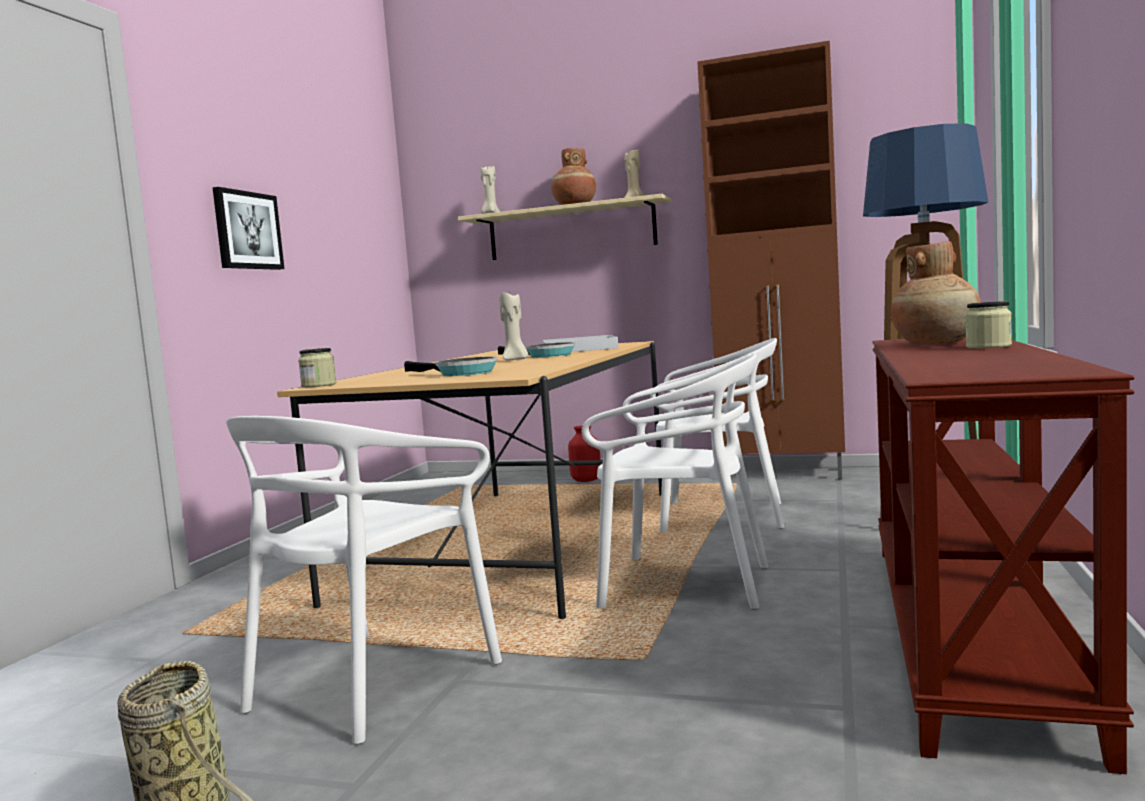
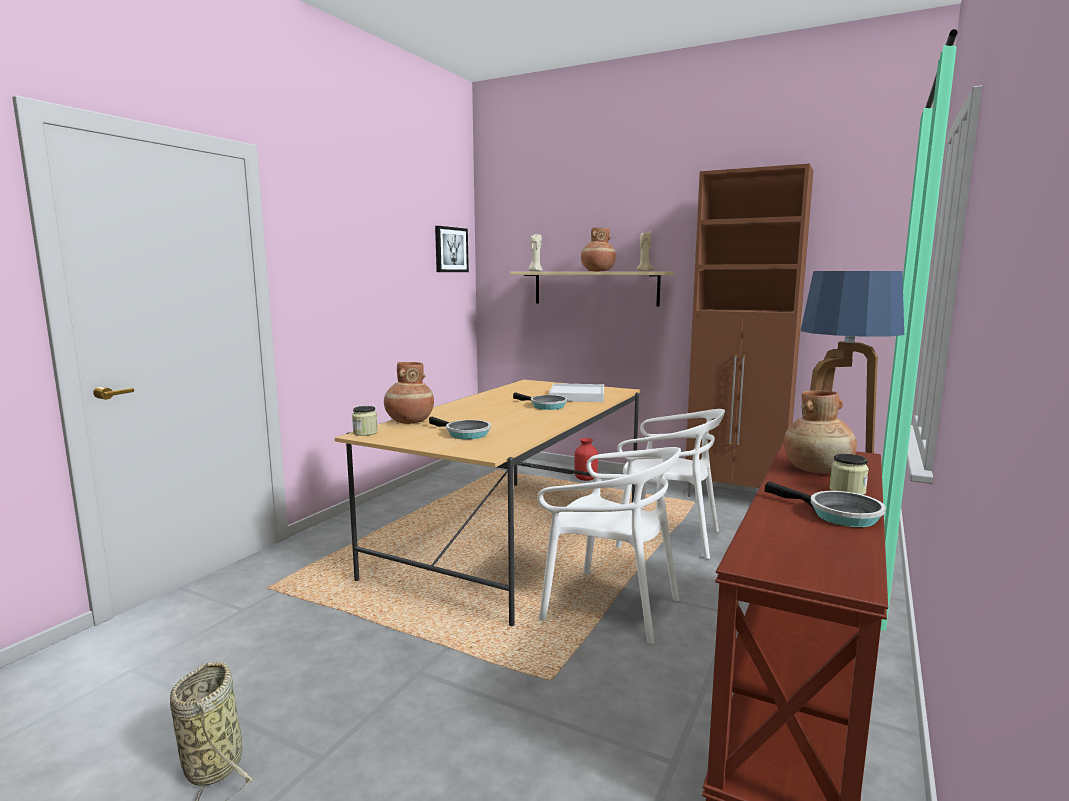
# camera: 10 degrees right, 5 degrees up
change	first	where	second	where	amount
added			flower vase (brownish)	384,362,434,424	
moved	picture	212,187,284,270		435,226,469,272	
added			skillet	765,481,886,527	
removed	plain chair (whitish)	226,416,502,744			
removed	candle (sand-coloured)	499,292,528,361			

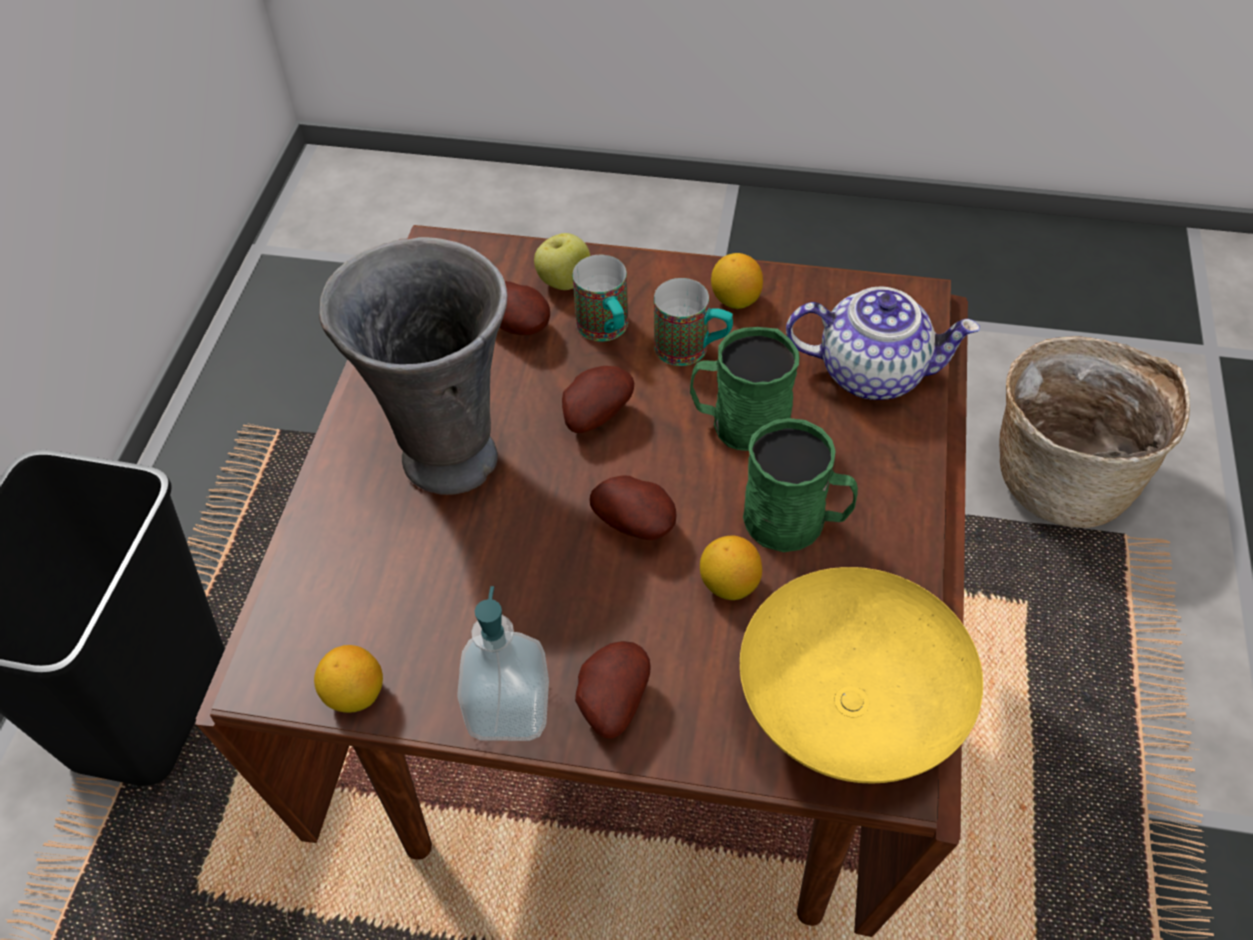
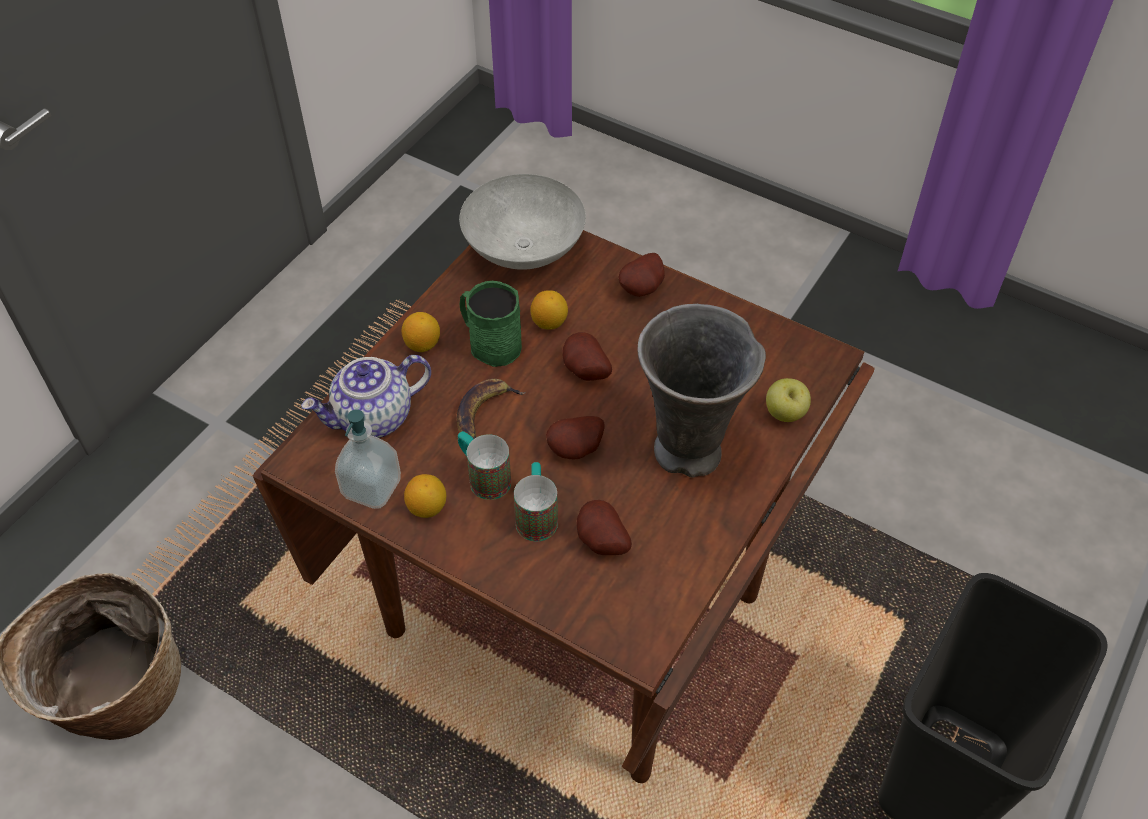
# camera: 160 degrees left, 0 degrees up
change	first	where	second	where	amount
turned	pot for tea	786,287,980,400		301,355,431,438	60 degrees counterclockwise
moved	liquid soap bottle	457,586,549,741		335,409,401,509	
moved	whole lemon	314,645,383,713		401,312,440,352	
replaced	tea mug (greenish)	690,327,800,451	banana fruit	457,379,526,439	
recoloured	serving bowl (yellowish)	740,567,983,784	serving bowl (grey)	459,174,586,270	
moved	whole apple	534,233,590,290		766,378,811,422	

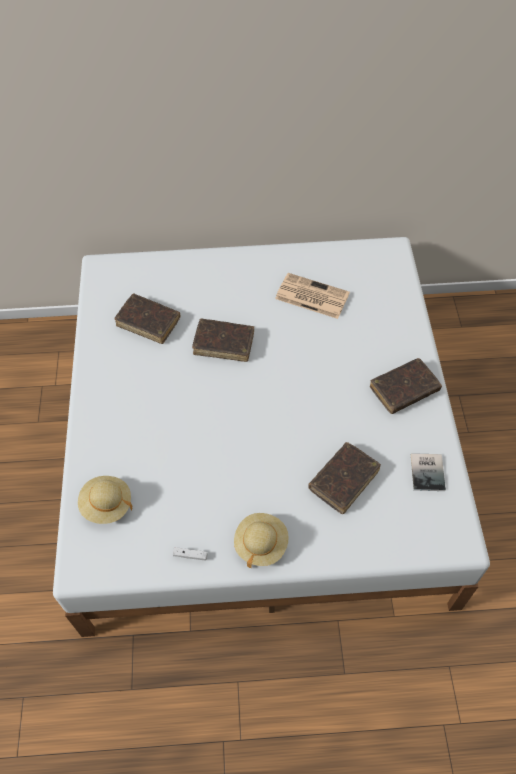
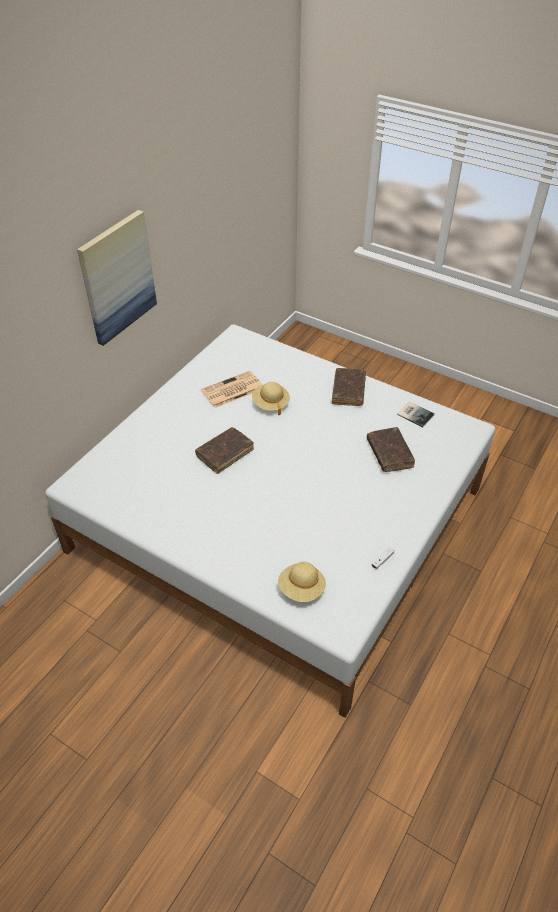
# camera: 55 degrees left, 10 degrees down
change	first	where	second	where	amount
added			picture	77,210,157,346	
moved	hat (sand-coloured)	234,513,289,568		252,382,290,415	
removed	book (brownish)	114,293,180,344			

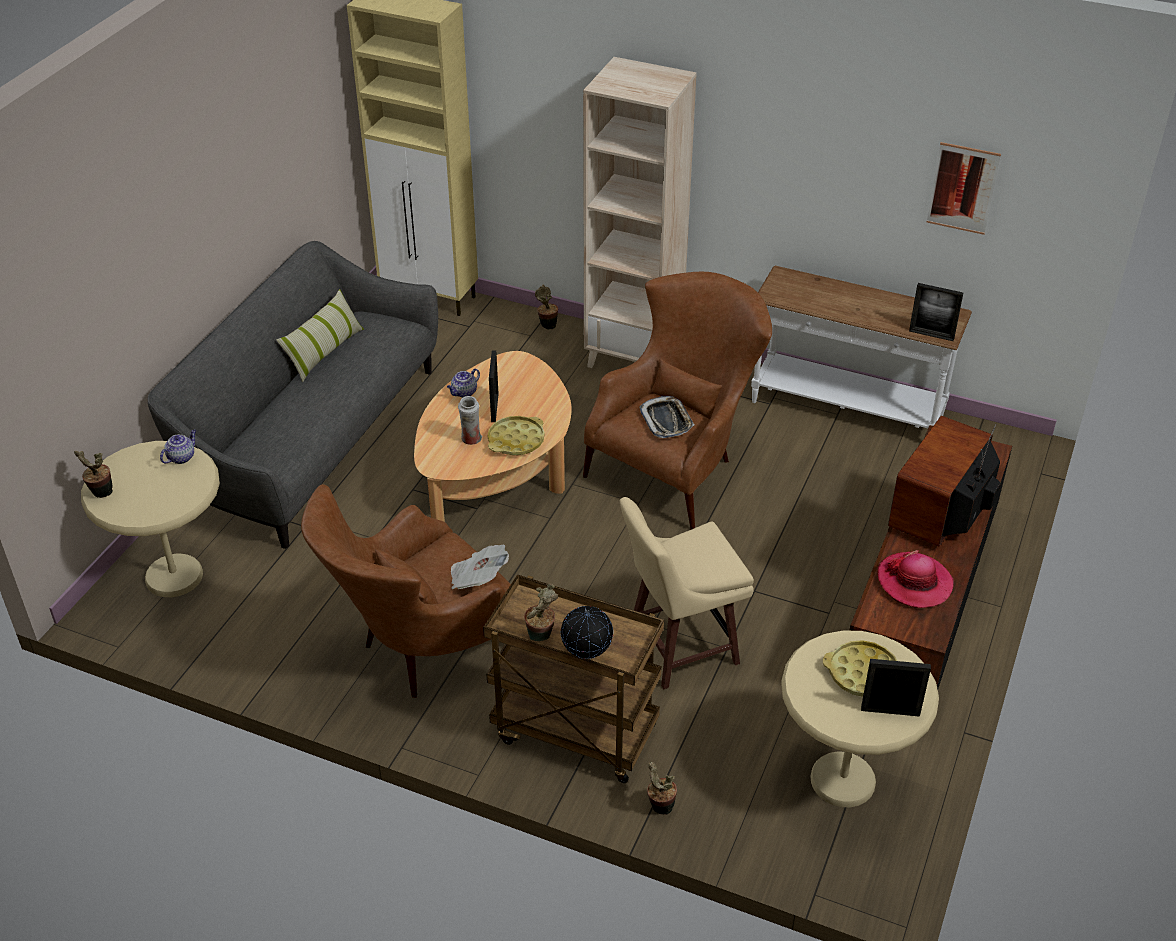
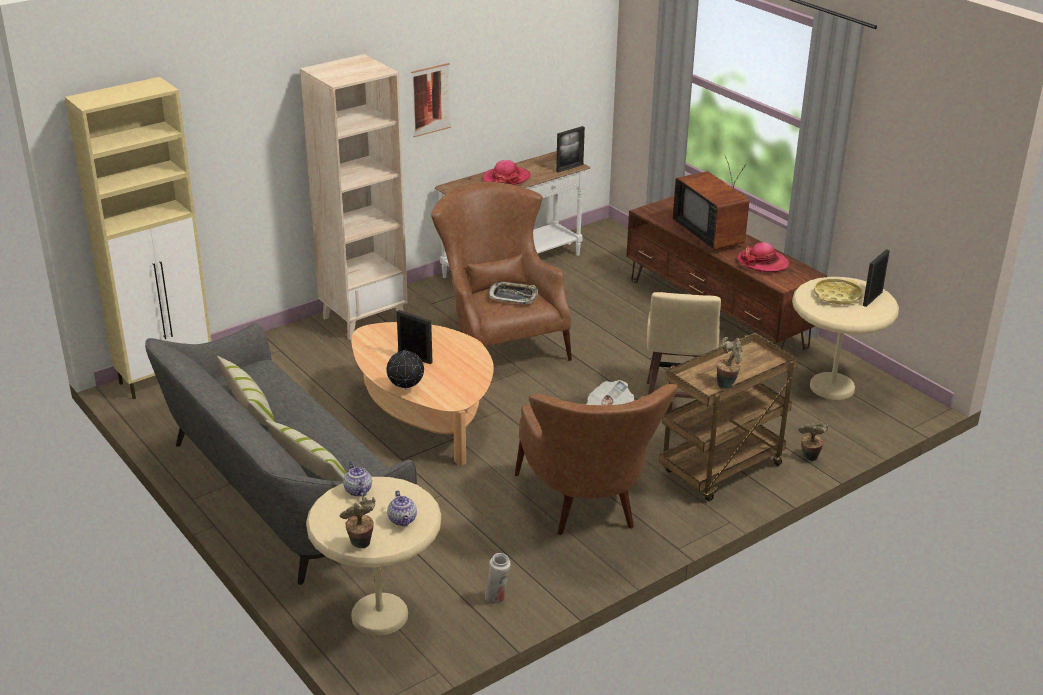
# camera: 60 degrees left, 10 degrees down
change	first	where	second	where	amount
added			pillow	265,420,346,481	
moved	desk globe	561,606,613,659		386,349,424,390	
moved	pot for tea	447,369,480,398		387,490,417,526	
moved	picture	927,142,1001,235		411,63,451,137	
added			hat	483,160,531,185	
moved	flower vase (whitish)	458,396,482,445		485,553,511,603	
removed	serving tray (yellowish)	488,416,544,455			
removed	potted plant	535,285,558,330			

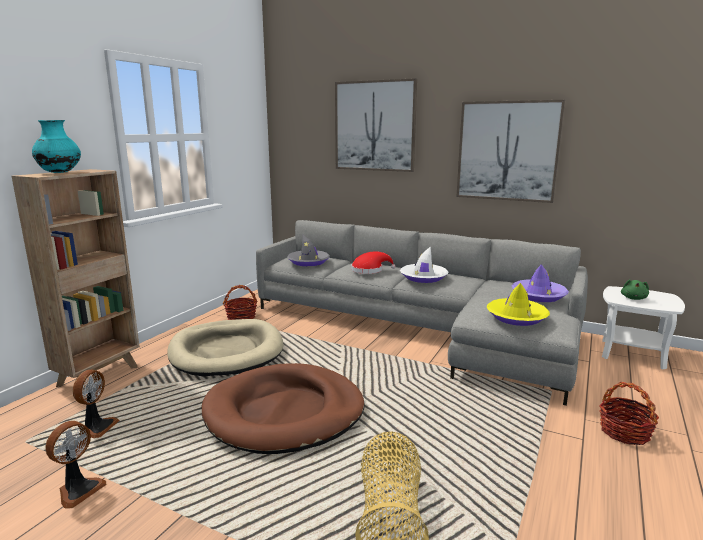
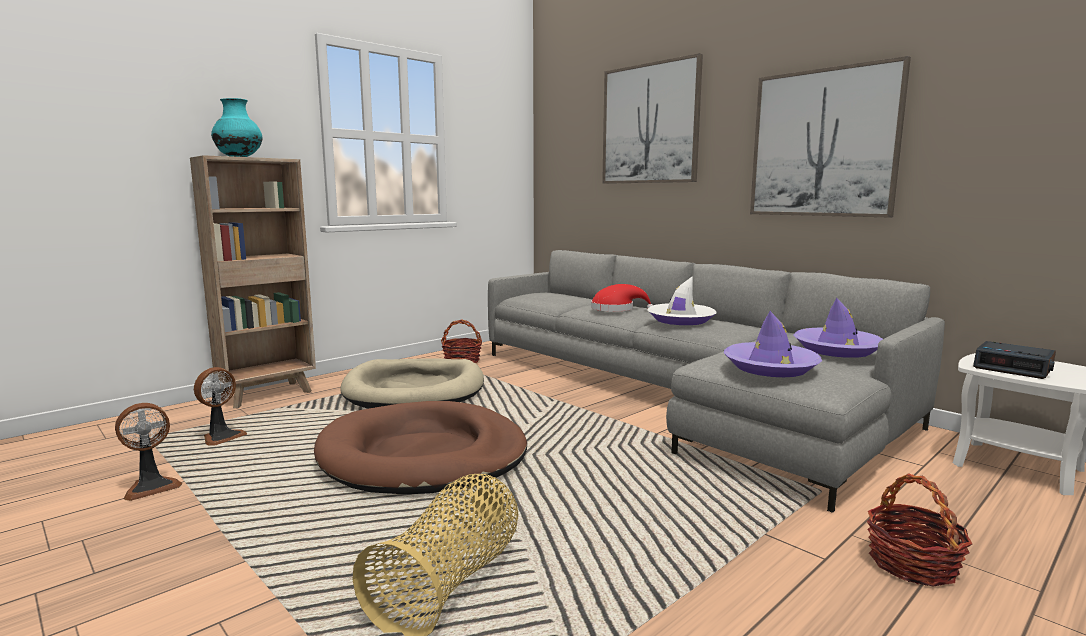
# camera: 20 degrees right, 5 degrees down
change	first	where	second	where	amount
recoloured	hat (yellowish)	486,283,550,326	hat (purple)	724,311,822,377	
replaced	soft toy (greenish)	621,279,649,300	alarm clock	973,341,1056,379	
removed	hat (grey)	287,235,330,266			

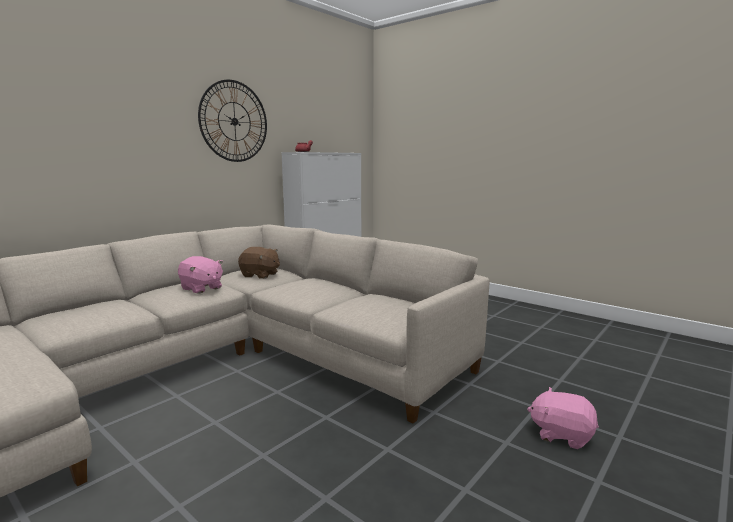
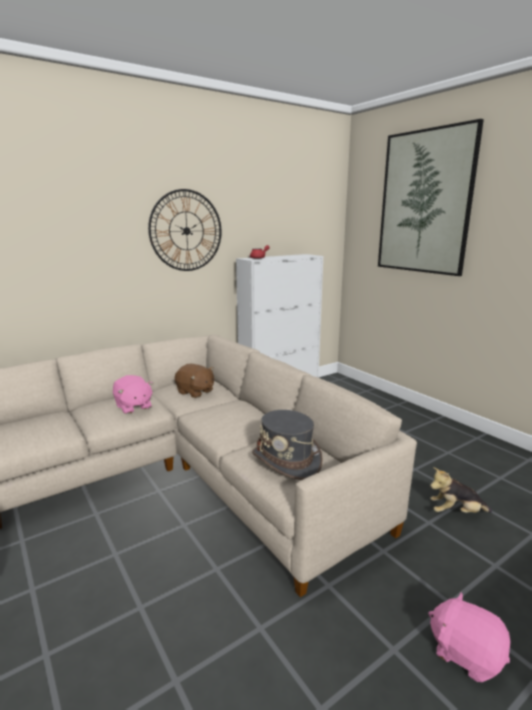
# camera: 15 degrees right, 5 degrees up
change	first	where	second	where	amount
added			hat (grey)	252,410,323,480	
added			picture	378,119,484,276	
added			soft toy	430,467,492,513	

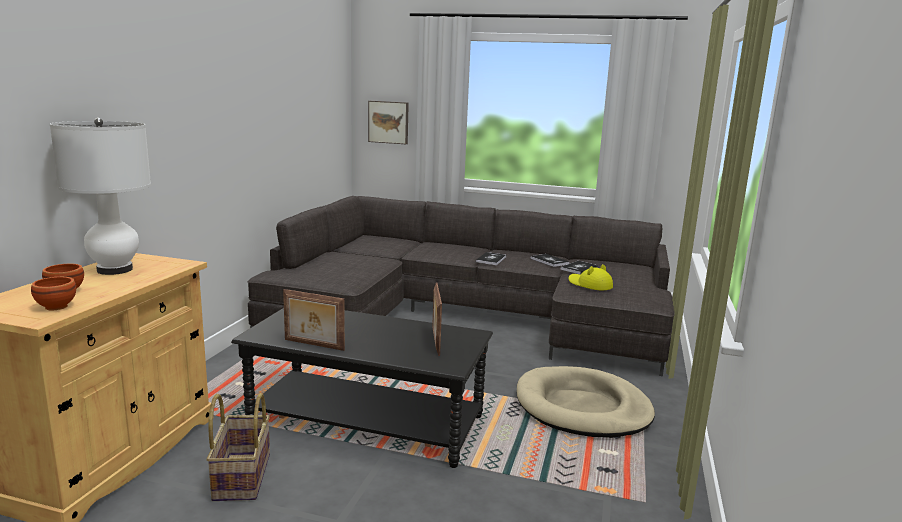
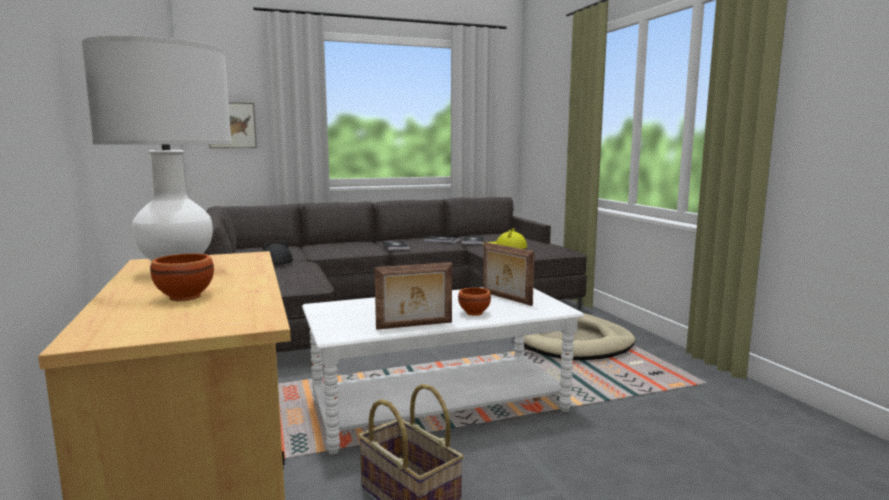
# camera: 35 degrees left, 5 degrees down
change	first	where	second	where	amount
added			hat (black-coloured)	262,240,293,265	
recoloured	low table (black-coloured)	231,308,493,468	low table (whitish)	302,287,584,455	
moved	serving bowl (brownish)	31,277,76,310		458,288,491,316	

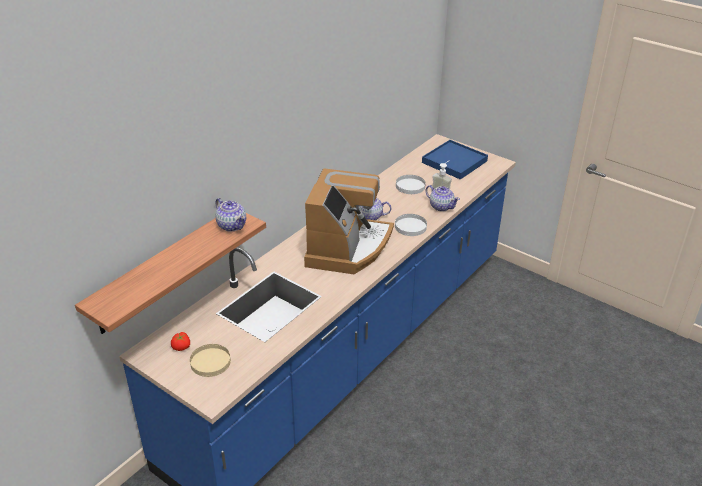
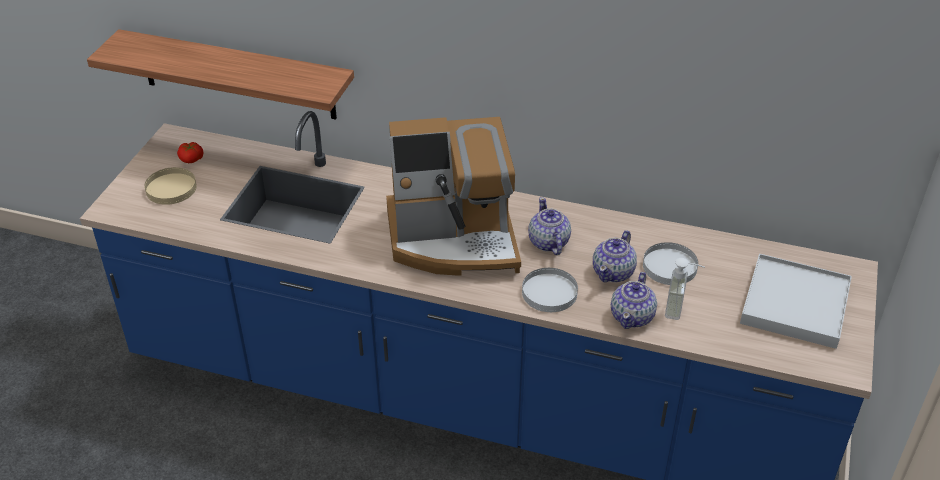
# camera: 70 degrees right, 5 degrees up
change	first	where	second	where	amount
moved	pot for tea	215,198,246,232		593,230,637,282	
recoloured	serving tray (bluish)	422,140,488,179	serving tray (whitish)	740,254,852,349	

